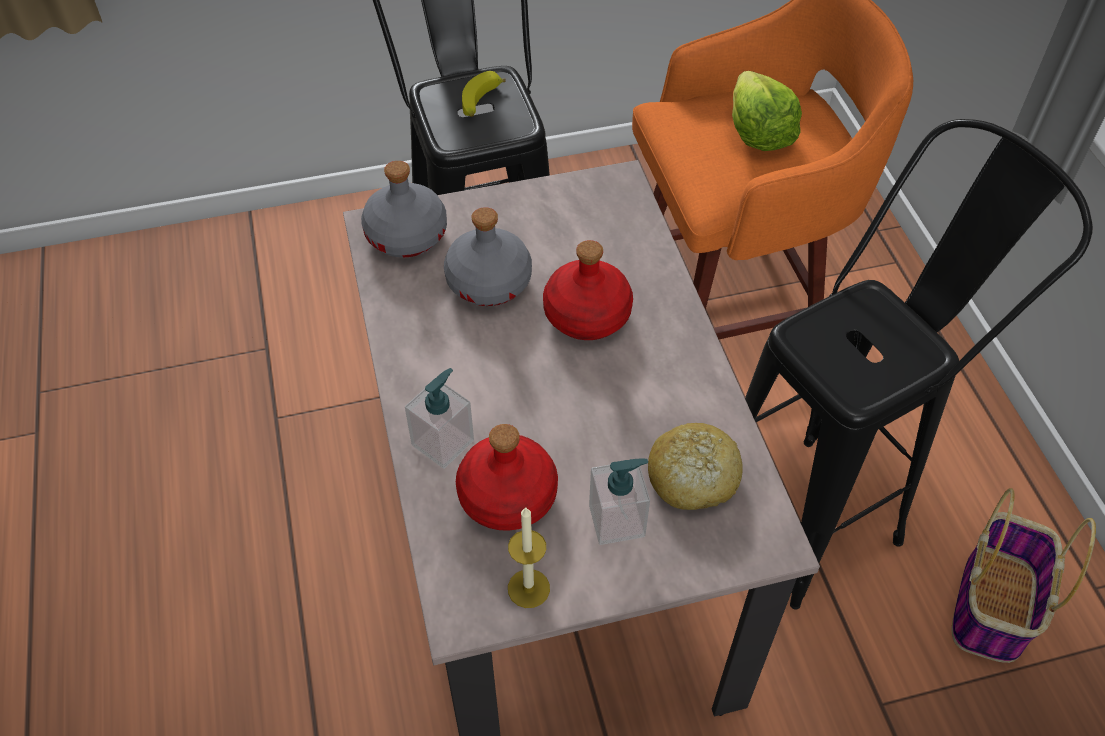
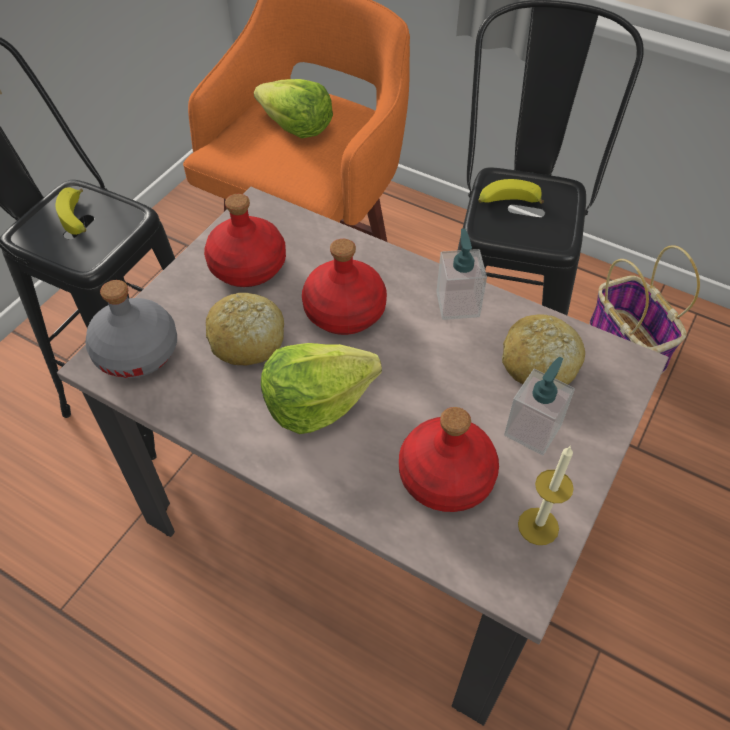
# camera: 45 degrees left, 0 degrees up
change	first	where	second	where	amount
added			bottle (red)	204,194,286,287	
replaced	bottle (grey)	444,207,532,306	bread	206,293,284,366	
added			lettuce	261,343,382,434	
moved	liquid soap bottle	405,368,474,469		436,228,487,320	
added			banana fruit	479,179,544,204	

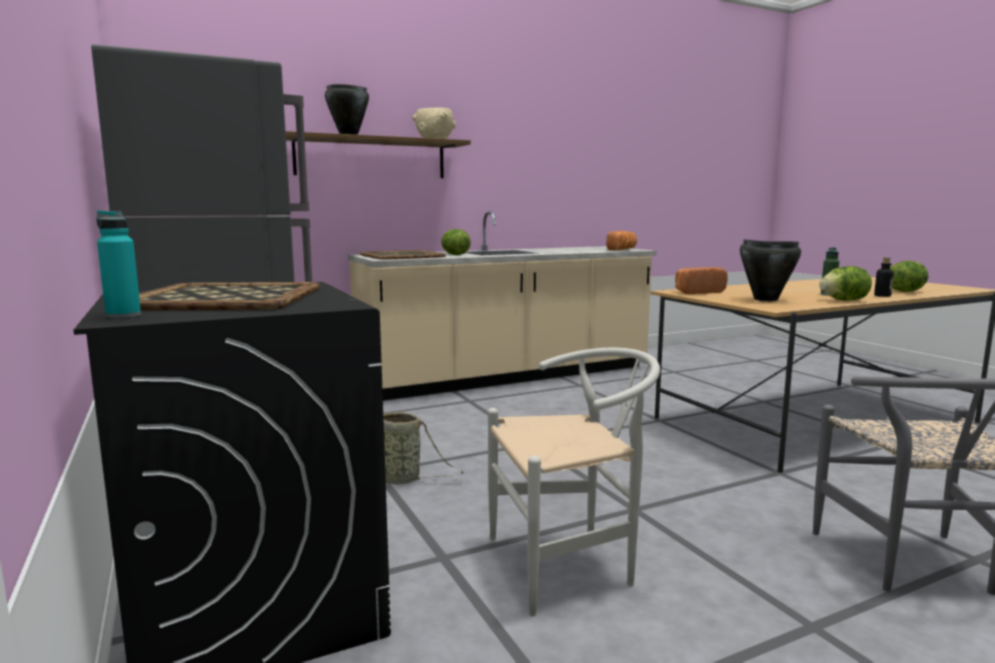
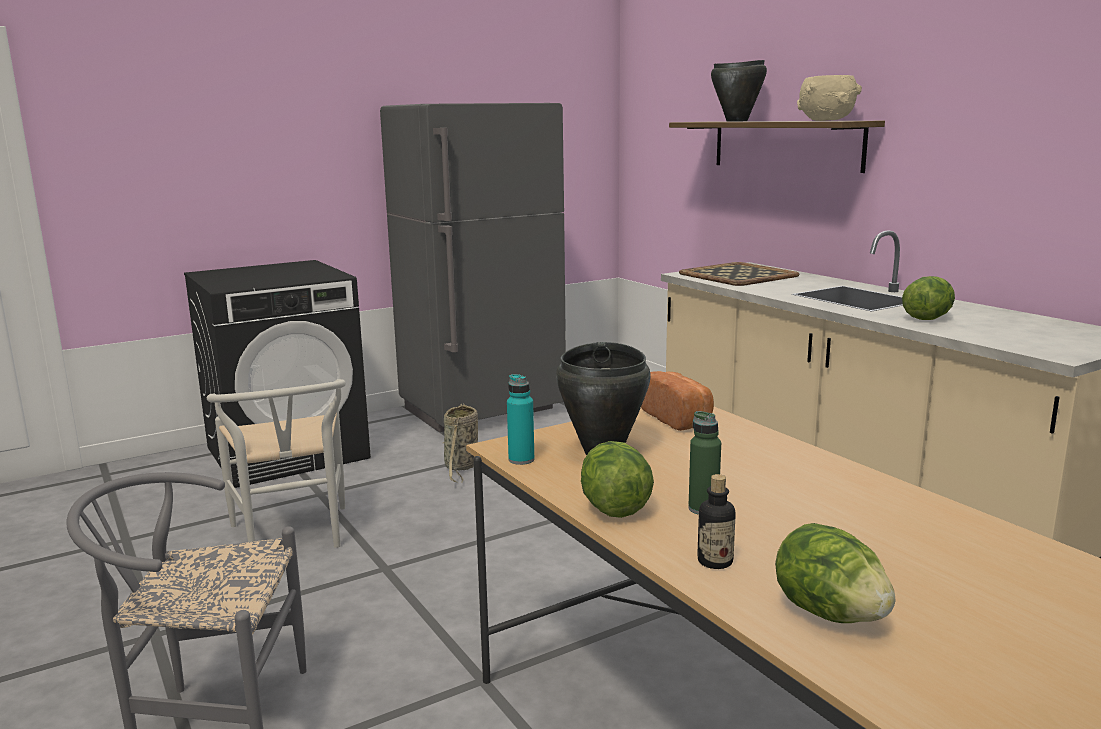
# camera: 85 degrees right, 5 degrees up
change	first	where	second	where	amount
moved	bottle (blue-green)	97,210,141,318		507,374,535,465	
moved	lettuce	441,229,471,255		902,276,955,320	
removed	serving tray	139,282,320,310			
removed	bread	606,231,637,250			

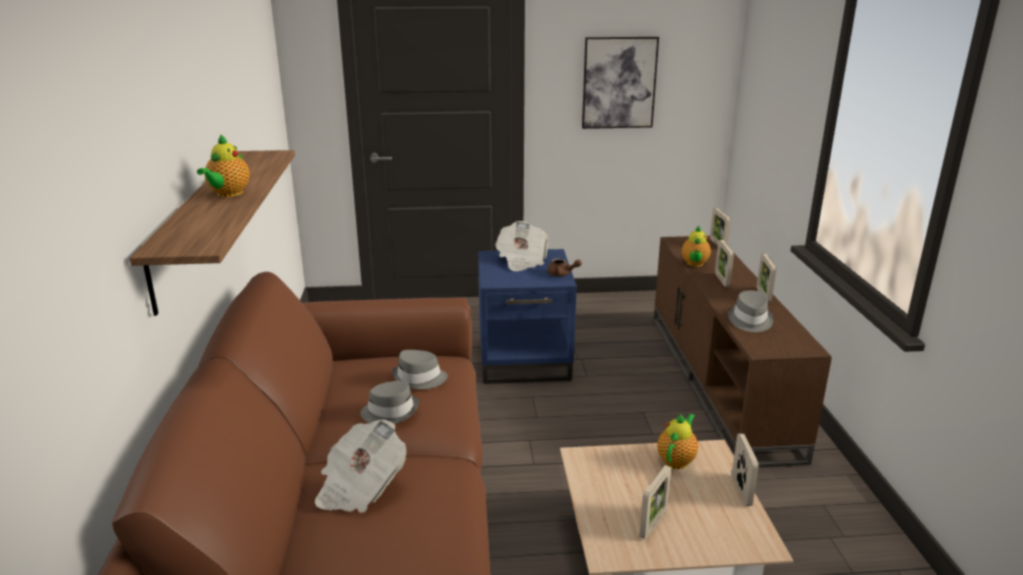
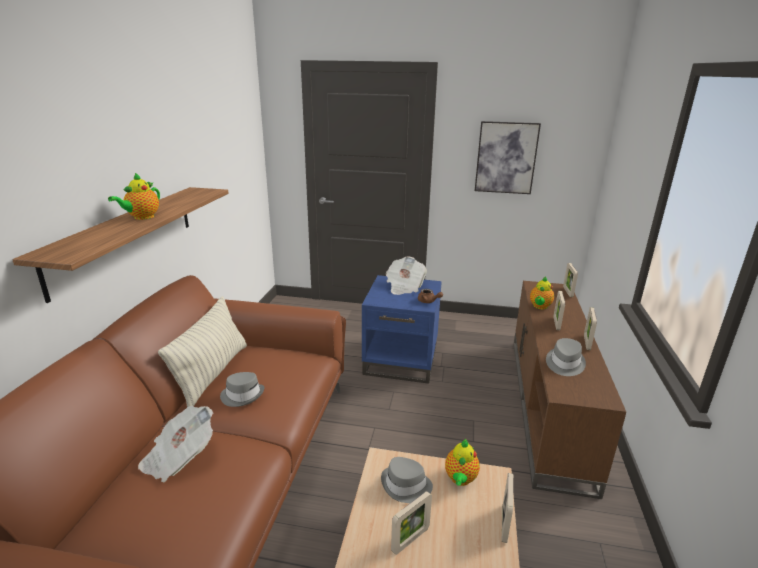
# camera: 15 degrees right, 0 degrees up
change	first	where	second	where	amount
added			pillow	158,296,247,407	
moved	hat (grey)	392,350,448,389		381,457,433,503	
turned	pot for tea	657,413,698,469		445,439,480,486	150 degrees clockwise

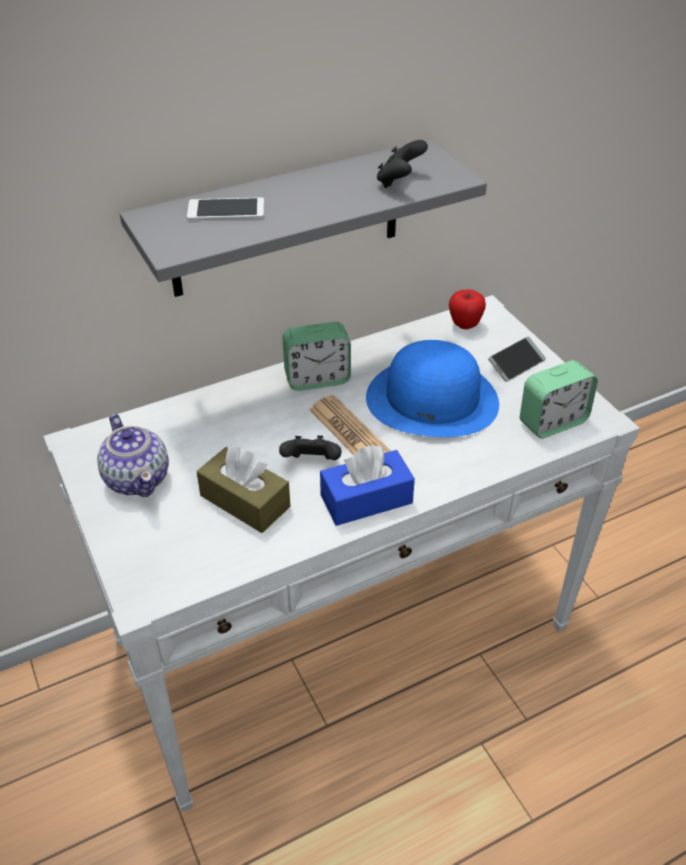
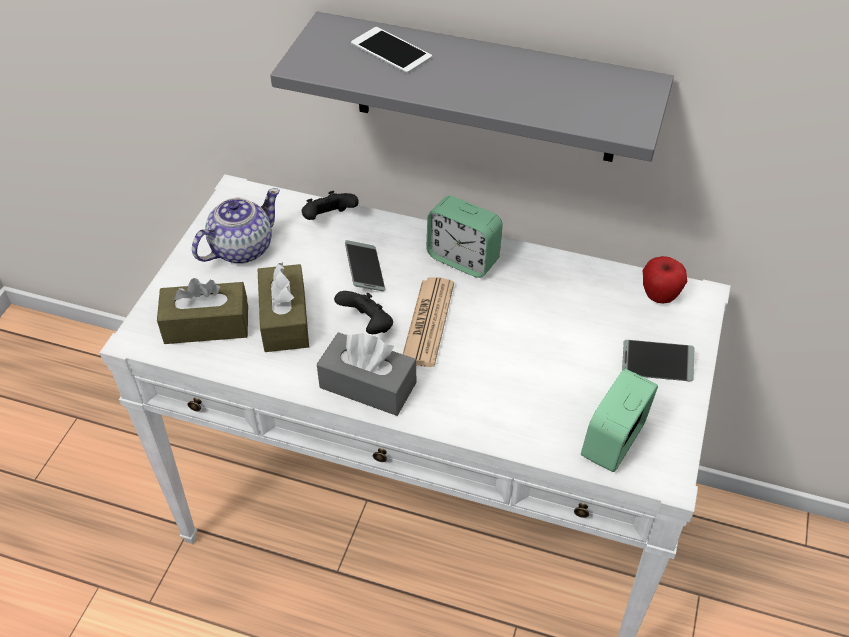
# camera: 45 degrees right, 5 degrees up
change	first	where	second	where	amount
added			tissue box (brownish)	157,278,248,344	
turned	pot for tea	97,414,169,497		192,188,280,264	150 degrees counterclockwise
moved	gamepad (black-coloured)	377,140,428,188		302,191,359,220	
recoloured	tissue box (bluish)	320,445,415,526	tissue box (grey)	317,332,416,416	
added			handset	345,240,385,291	
turned	alarm clock	520,360,598,438		581,368,658,472	105 degrees clockwise
removed	hat (bluish)	366,340,499,437			

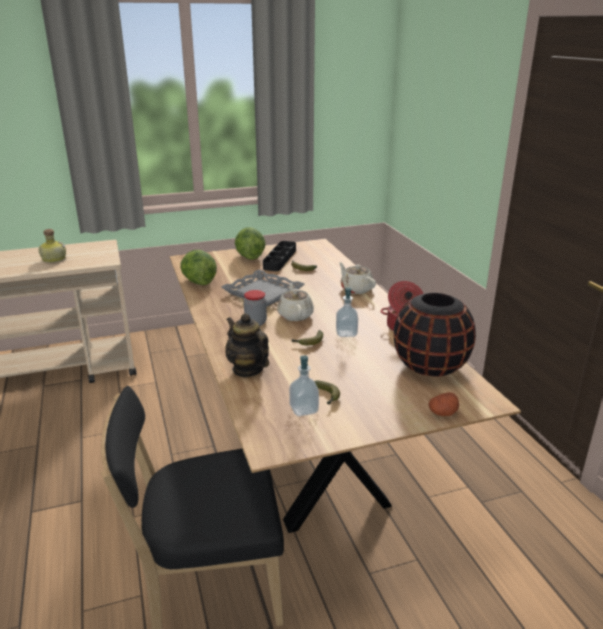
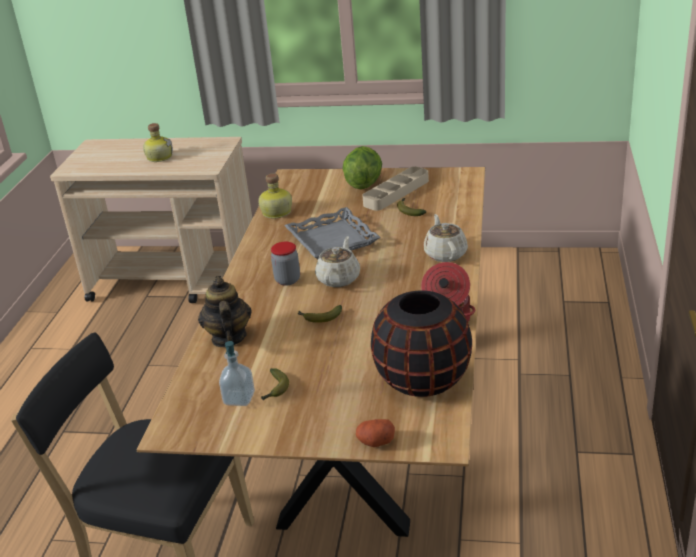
# camera: 30 degrees right, 5 degrees up
change	first	where	second	where	amount
replaced	lettuce	180,250,217,285	bottle	258,174,292,218	
recoloured	serving tray (black-coloured)	263,241,296,271	serving tray (sand-coloured)	362,166,429,211	
removed	liquid soap bottle	336,288,358,337			

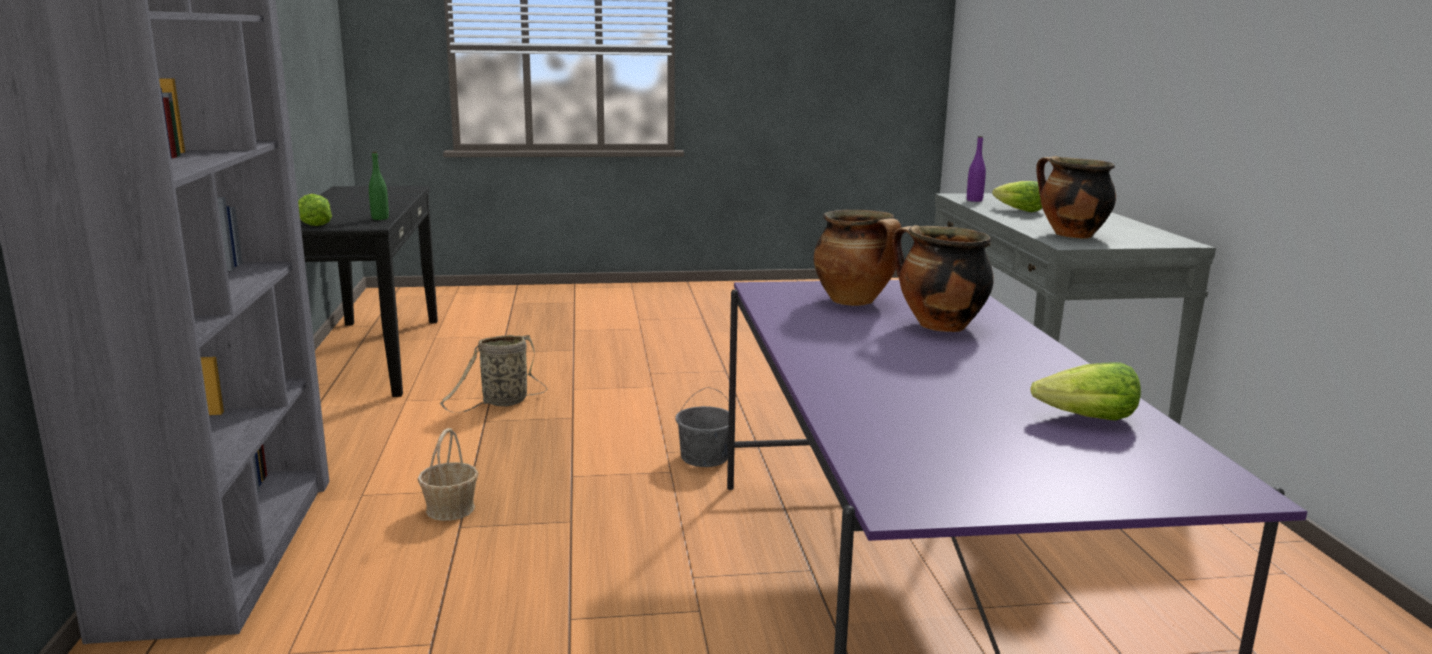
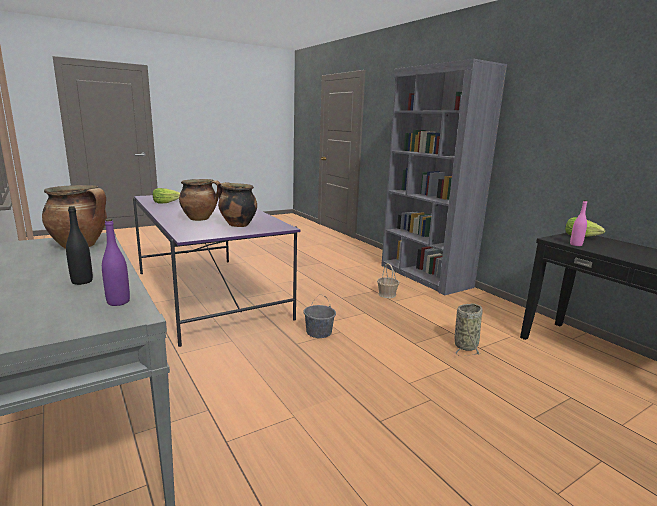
# camera: 155 degrees right, 0 degrees up
change	first	where	second	where	amount
replaced	lettuce	992,181,1042,212	bottle (black-coloured)	66,206,93,285	
recoloured	bottle (greenish)	369,151,389,220	bottle (pinkish)	570,200,587,246	

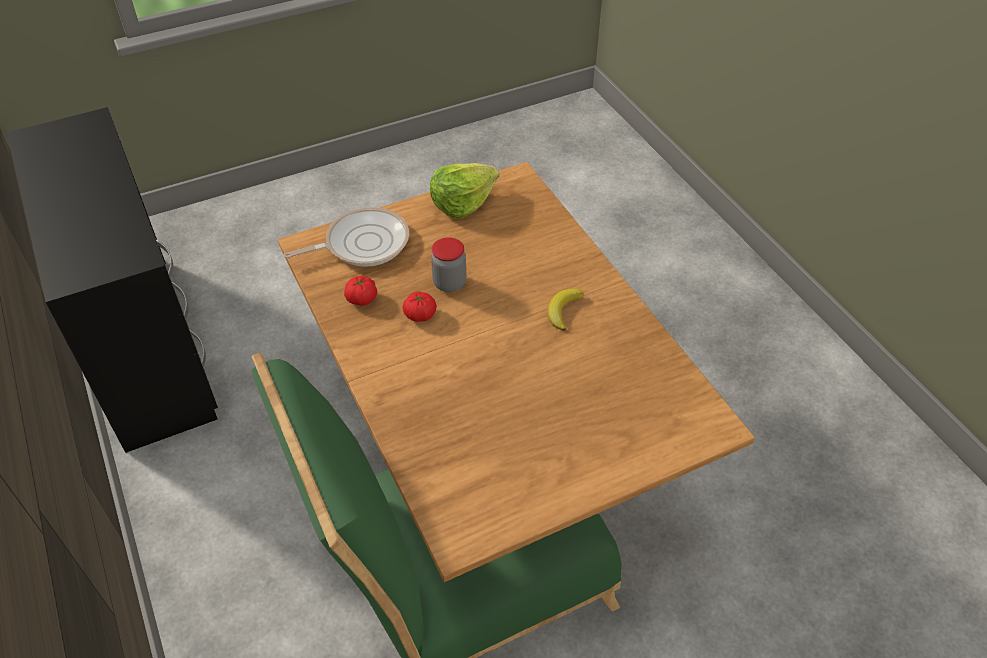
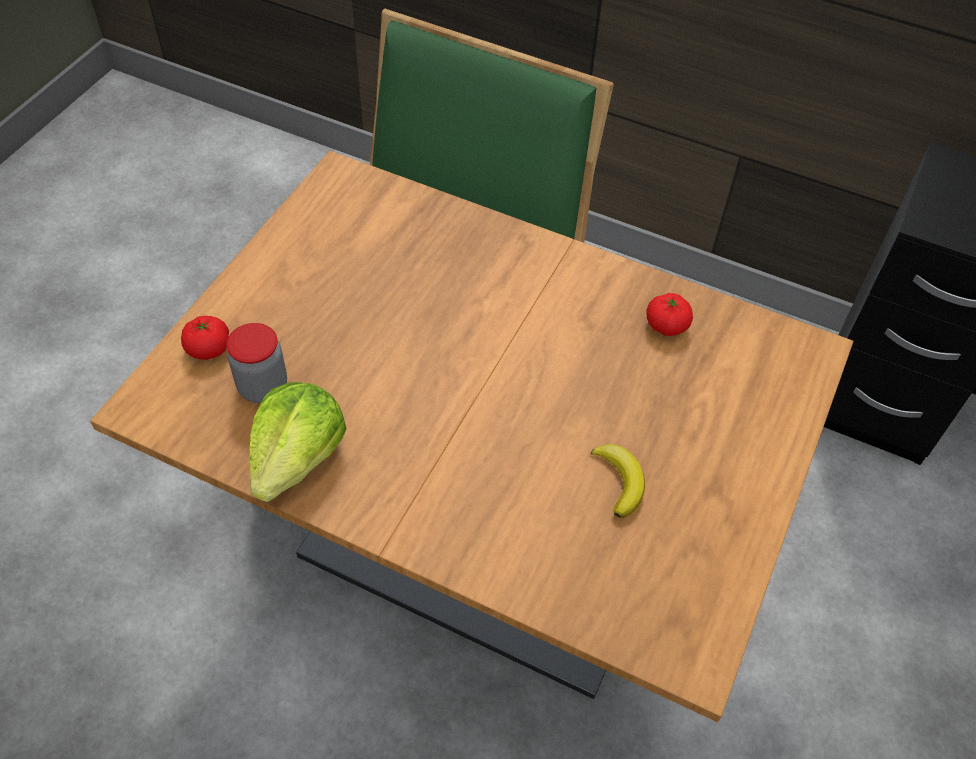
# camera: 140 degrees right, 5 degrees up
change	first	where	second	where	amount
moved	fresh tomato	403,291,437,322		181,316,229,360	
moved	jar	431,237,466,292		226,323,287,403	
moved	lettuce	430,163,499,218		250,382,347,502	
moved	banana fruit	548,289,584,331		591,444,645,518	
removed	skillet	283,207,409,267			

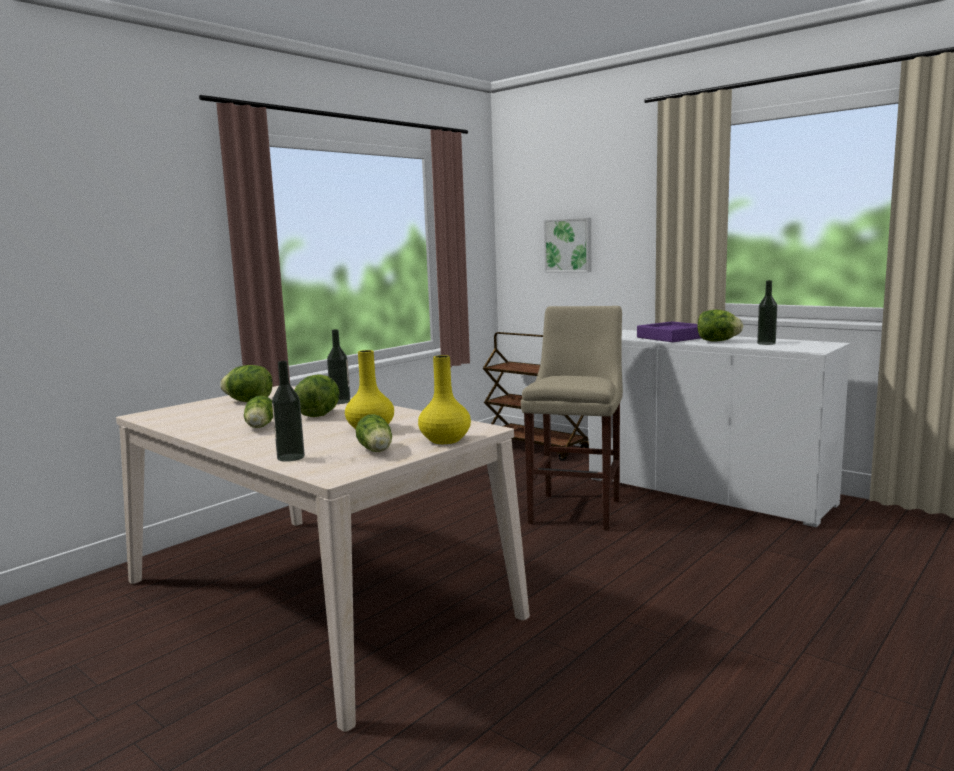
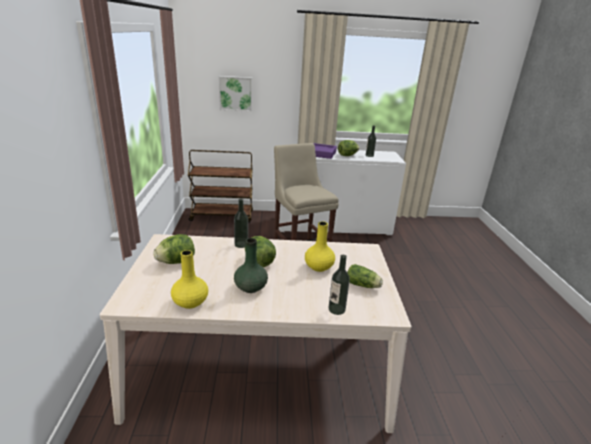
# camera: 45 degrees left, 15 degrees up
change	first	where	second	where	amount
moved	flower vase (yellowish)	418,355,471,444		171,250,208,309	
replaced	lettuce	244,396,273,428	flower vase (greenish)	234,238,268,293	

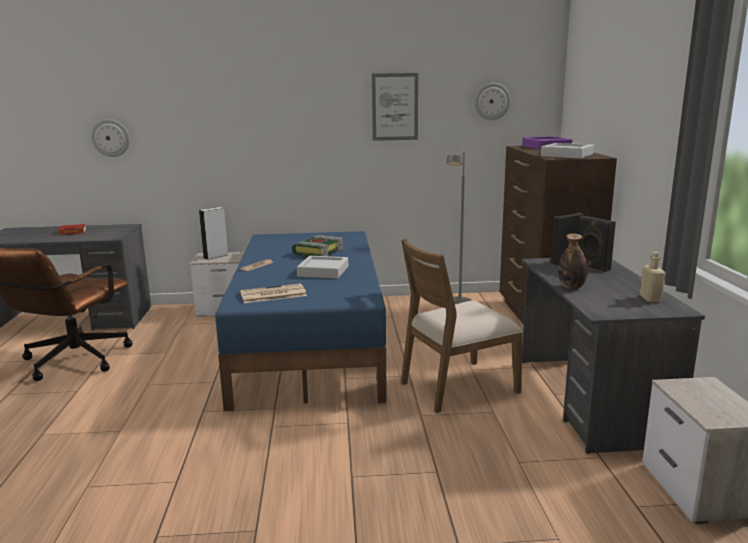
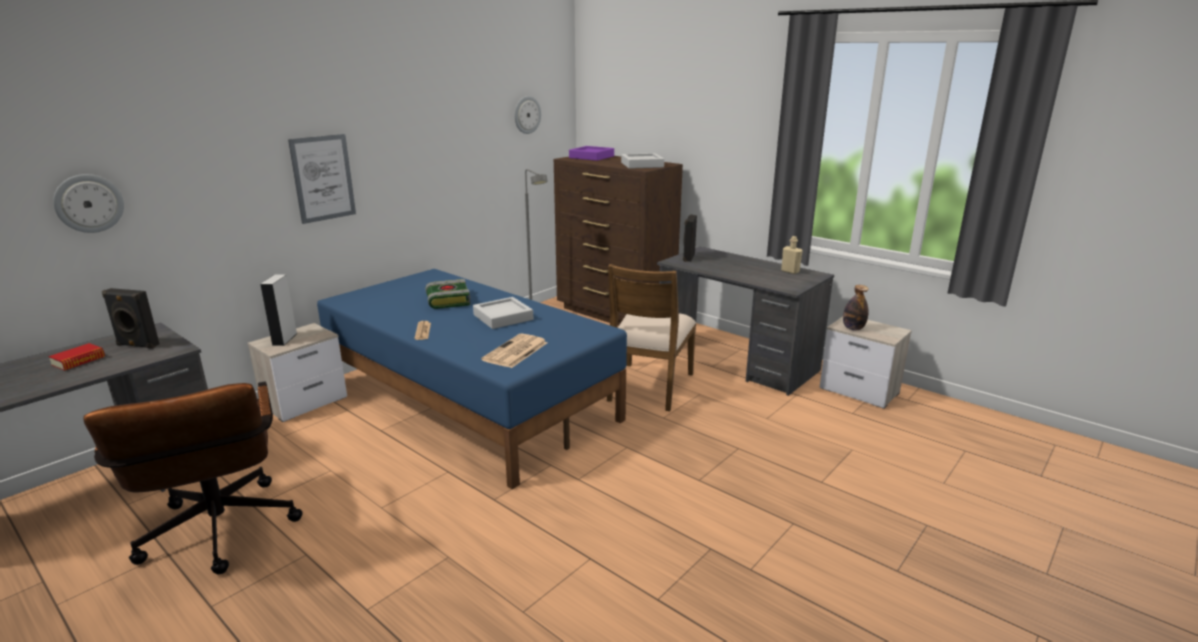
# camera: 45 degrees left, 5 degrees up
change	first	where	second	where	amount
moved	speaker (black-coloured)	578,216,616,272		102,288,160,349	
moved	picture	372,73,418,141		288,134,356,224	
moved	bottle	558,233,588,289		843,285,869,331	

